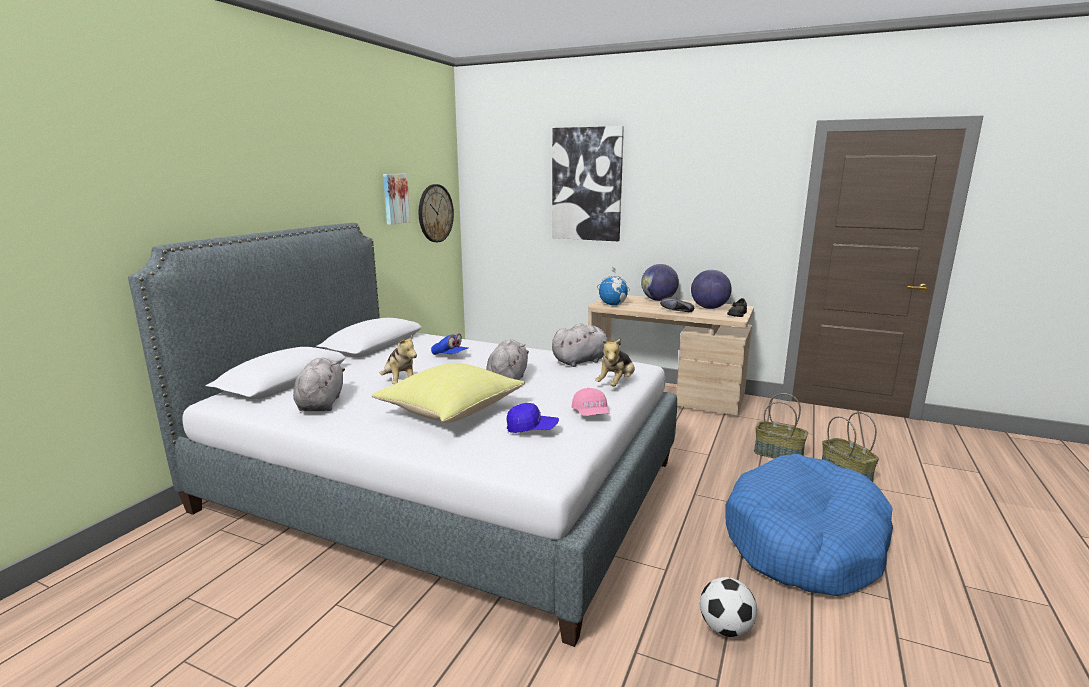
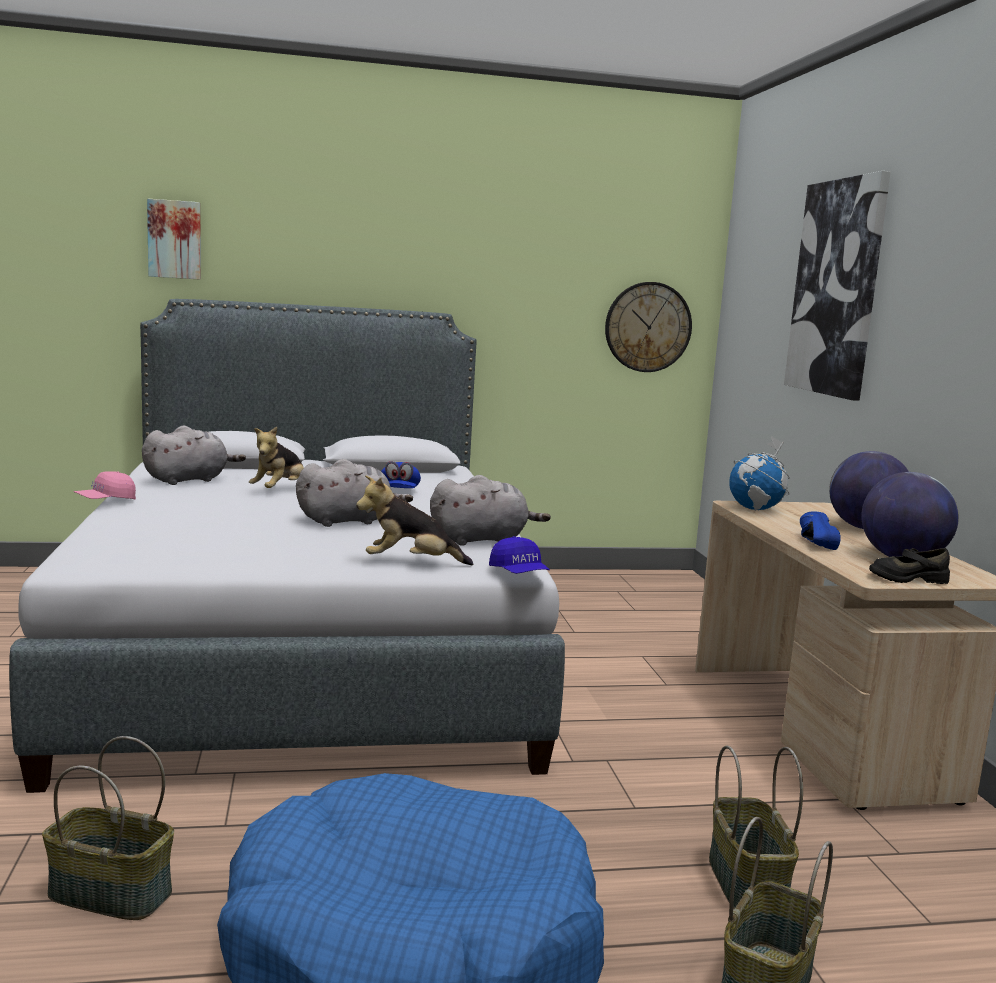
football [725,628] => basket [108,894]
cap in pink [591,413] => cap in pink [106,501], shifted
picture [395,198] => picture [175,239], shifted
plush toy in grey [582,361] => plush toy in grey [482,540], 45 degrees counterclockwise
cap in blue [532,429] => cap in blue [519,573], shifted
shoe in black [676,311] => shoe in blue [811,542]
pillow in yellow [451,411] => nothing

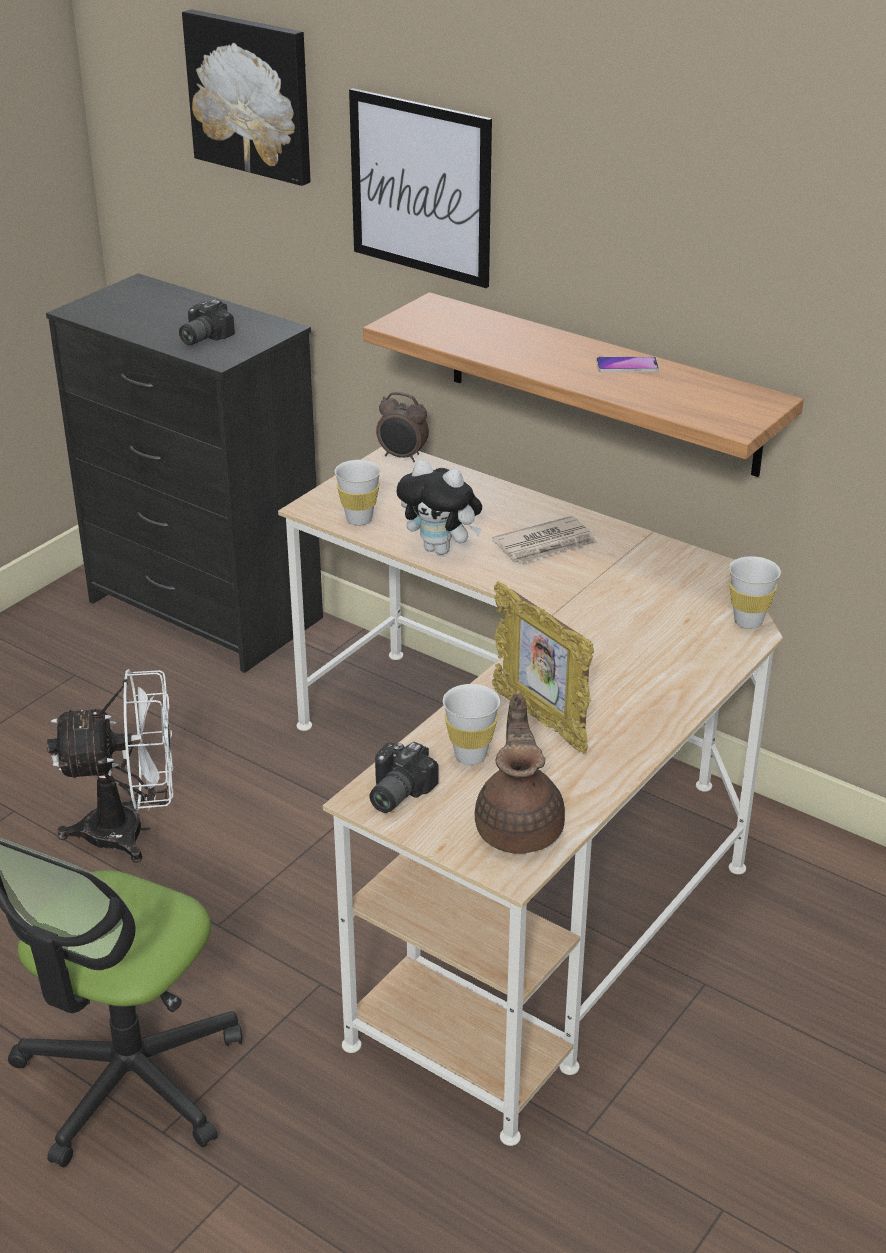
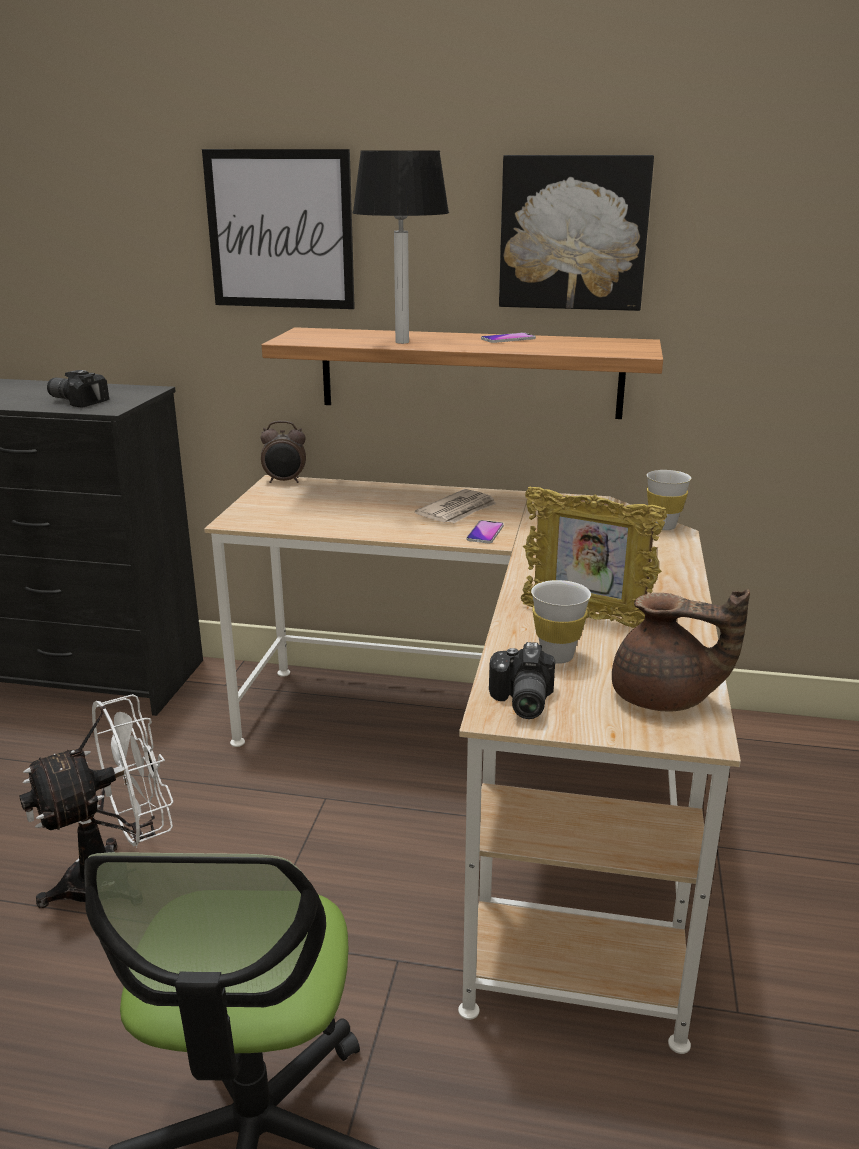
photo camera [201,338] => photo camera [78,401], 105 degrees clockwise
nothing => table lamp [403,342]
nothing => phone [485,533]
picture [252,95] => picture [573,233], shifted
teapot in brown [520,827] => teapot in brown [664,699], 135 degrees clockwise
cup in white [359,520] => nothing
plush toy [441,549] => nothing

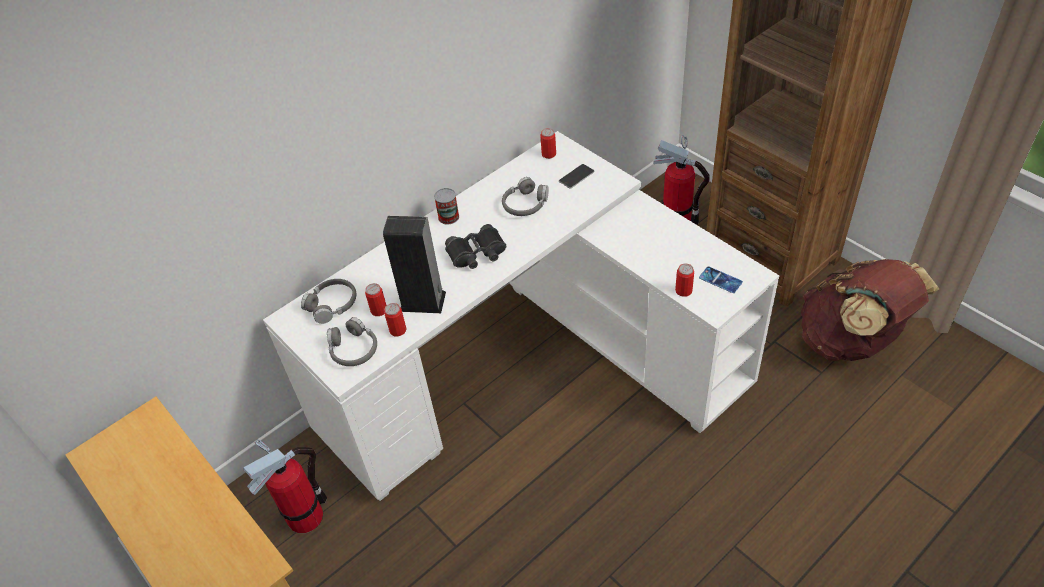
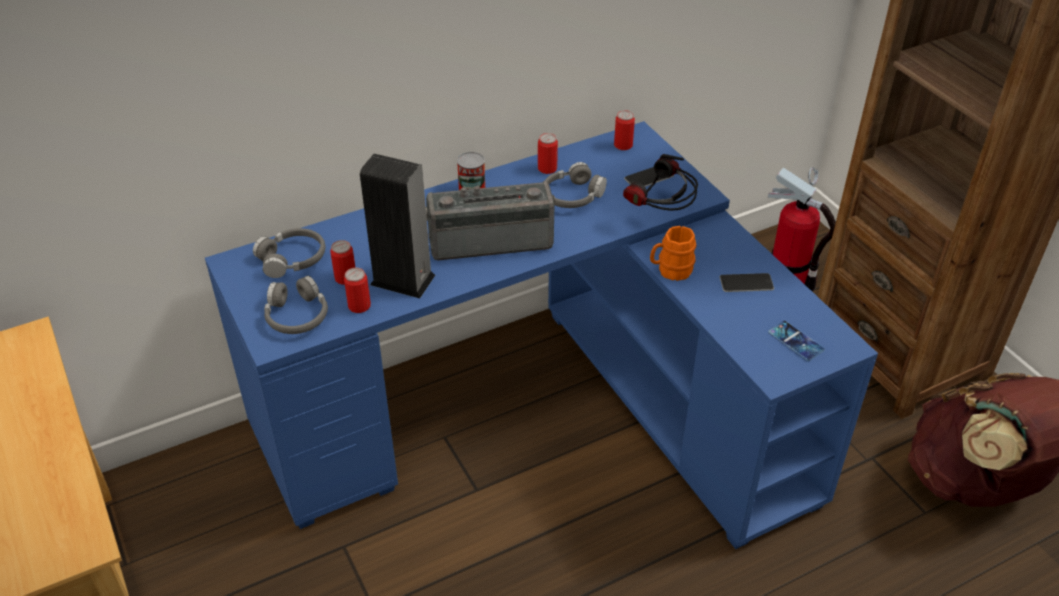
desk in white [531,364] => desk in blue [544,410]
binoculars in black [477,254] => radio [490,240]
can [683,290] => can [547,168], shifted
nothing => headphones [660,217]
nothing => mug in orange [670,270]
nothing => phone [746,283]
fire extinguisher [305,516] => nothing

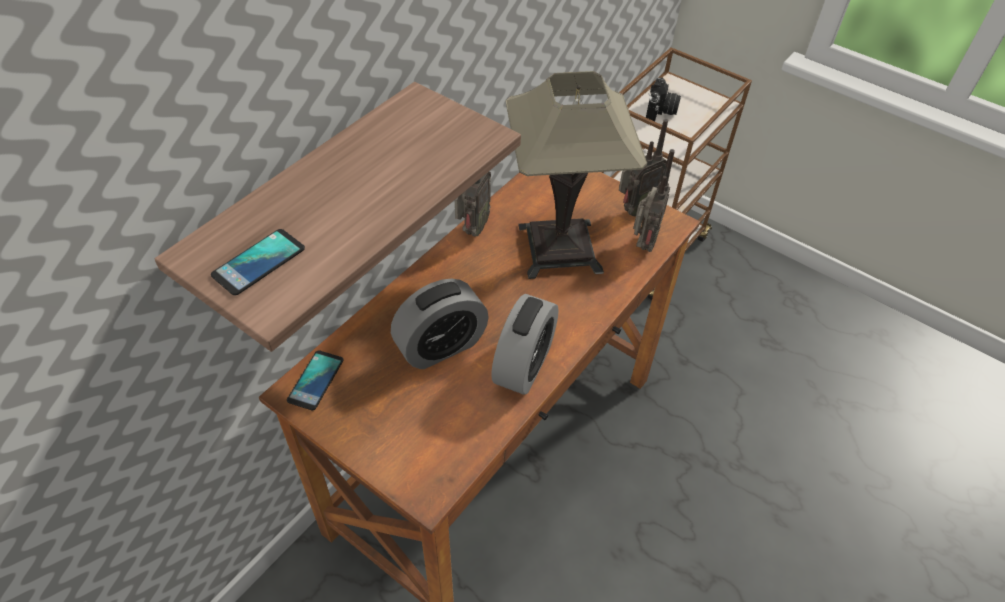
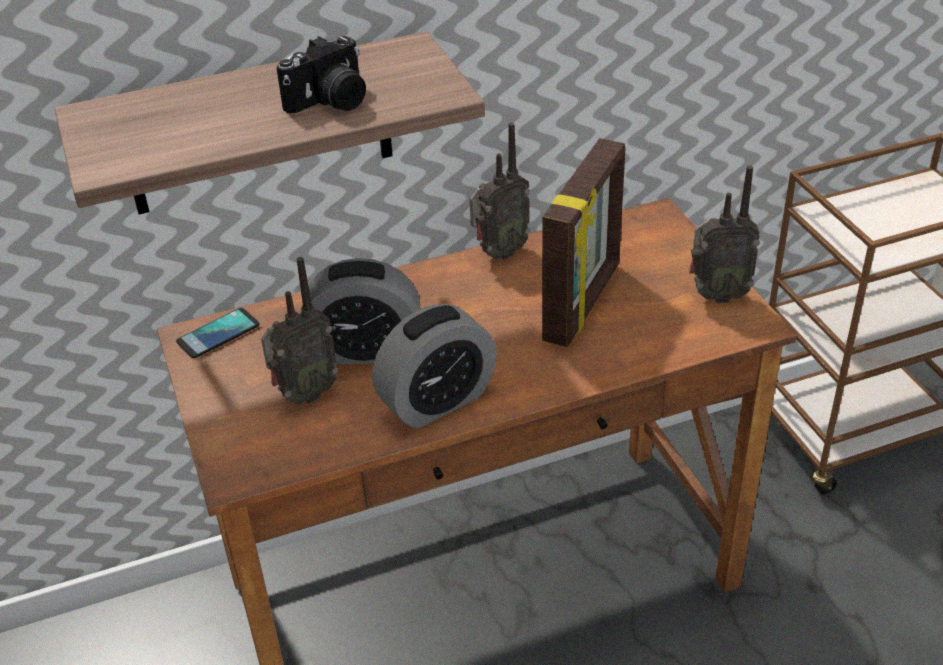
radio [642,245] => radio [304,394], shifted
photo camera [660,112] => photo camera [331,102], shifted
table lamp [559,248] => picture frame [584,303]
phone [259,262] => nothing

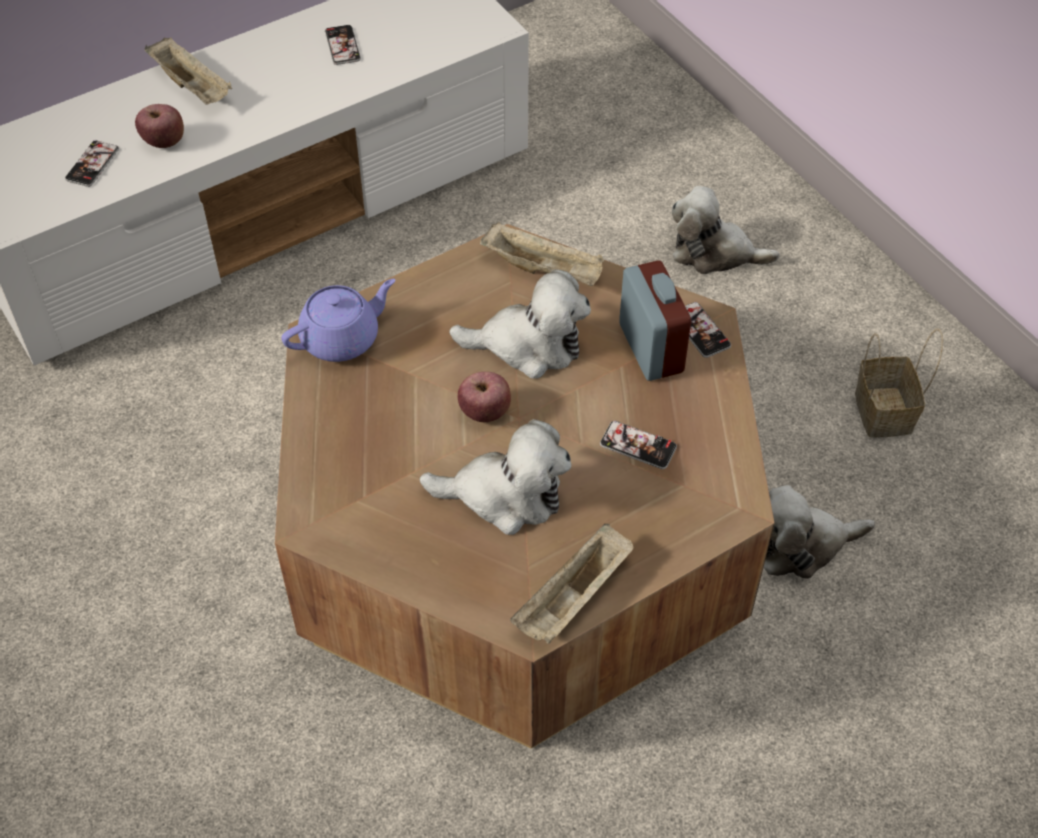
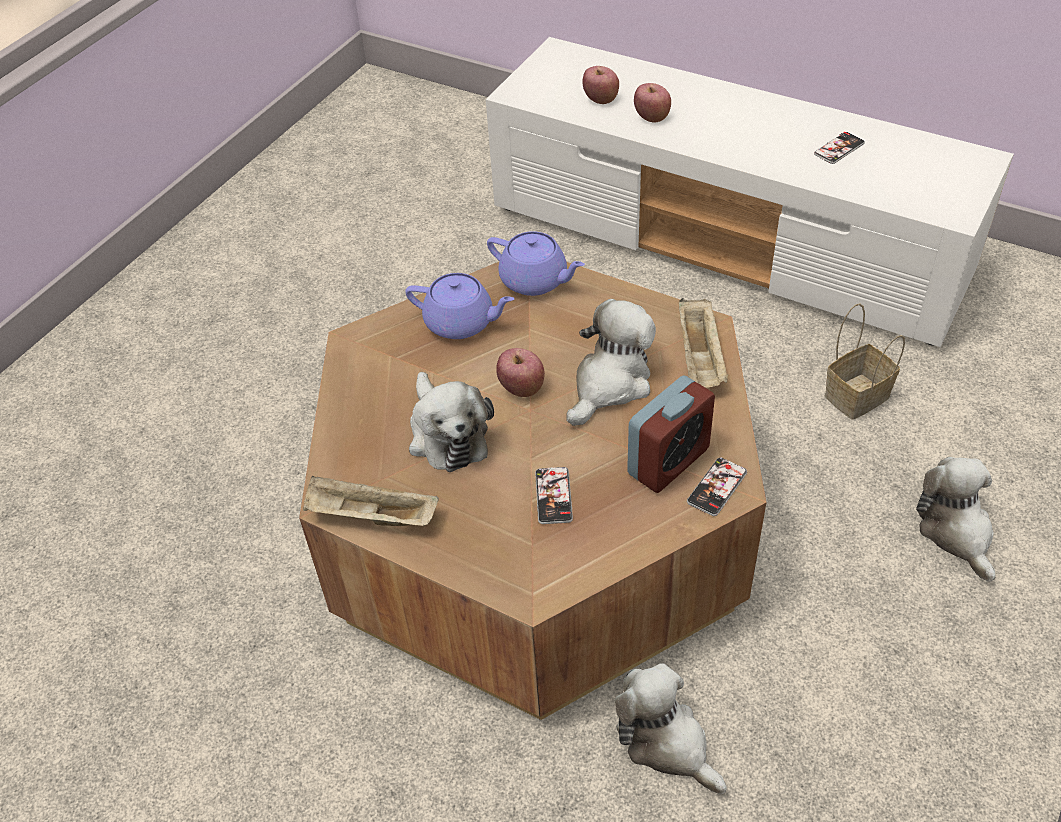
nothing => teapot in purple [461,323]
plush toy [528,345] => plush toy [610,384], 120 degrees counterclockwise
phone [92,164] => apple [600,99]
basket [885,414] => basket [856,398], shifted
tray in beige [193,87] => nothing

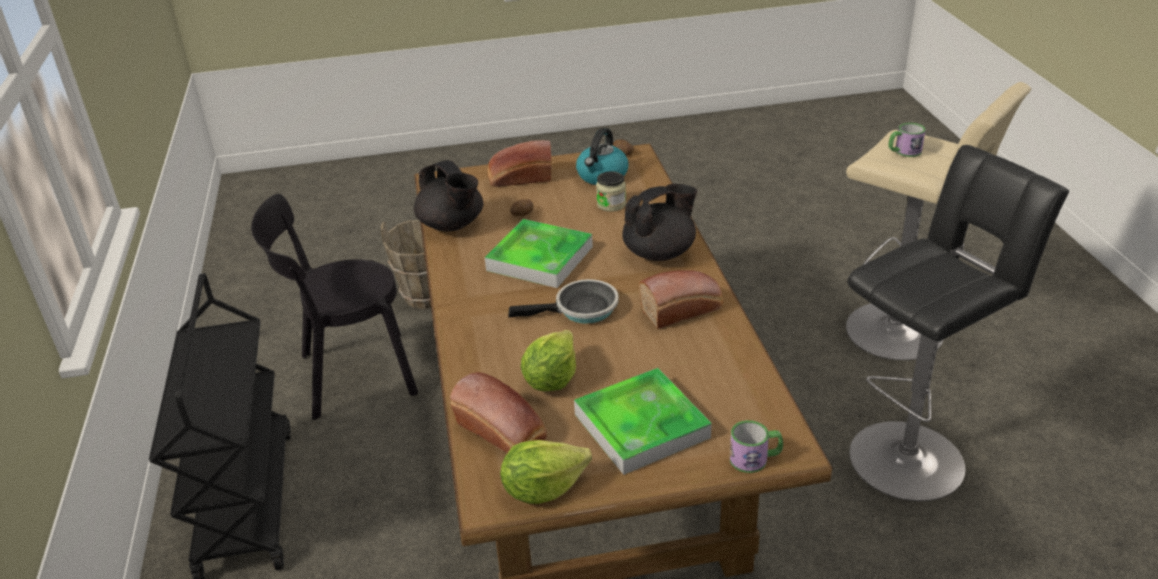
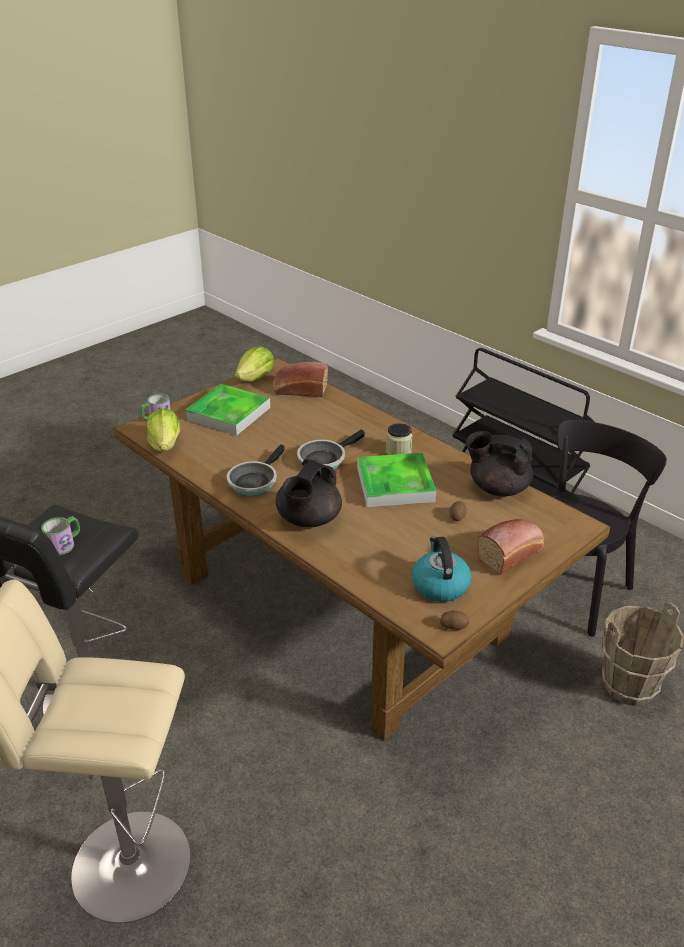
mug [904,151] => mug [64,544], shifted
lettuce [551,379] => lettuce [165,445], shifted
bread [683,309] => frying pan [254,481]
jar [611,204] => jar [398,452], shifted

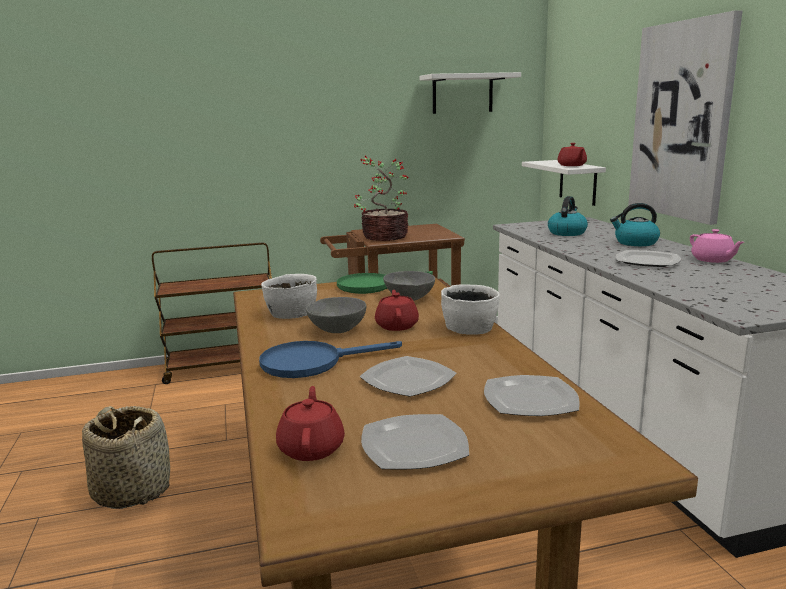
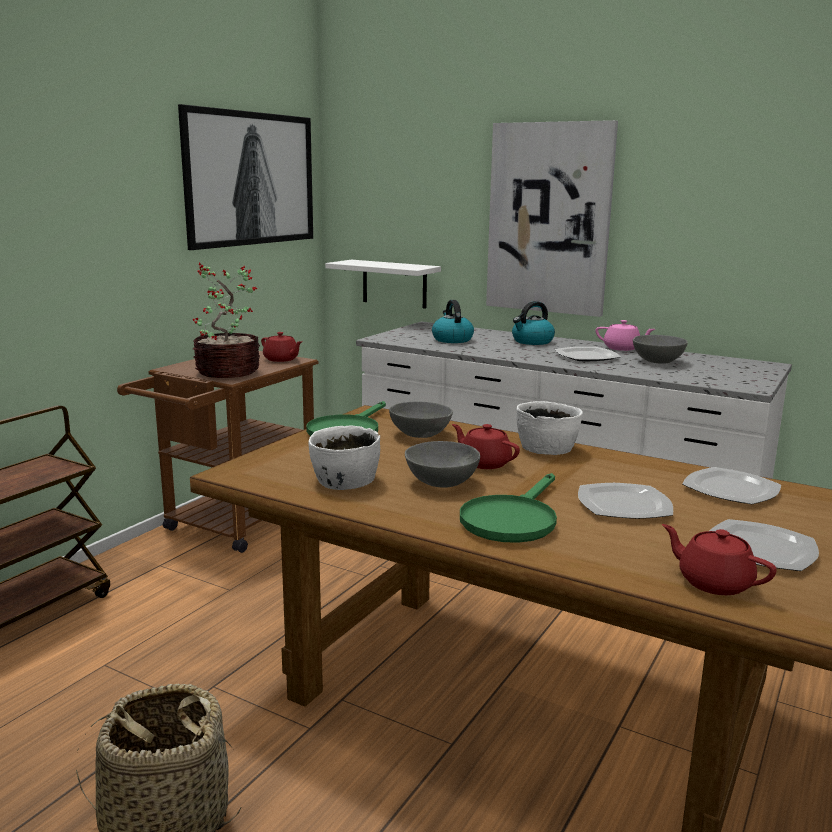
shelf in white [462,94] => picture [251,179]
teapot in red [572,165] => teapot in red [281,359], shifted
frying pan in blue [312,362] => frying pan in green [512,519]
nothing => bowl in grey [657,361]

